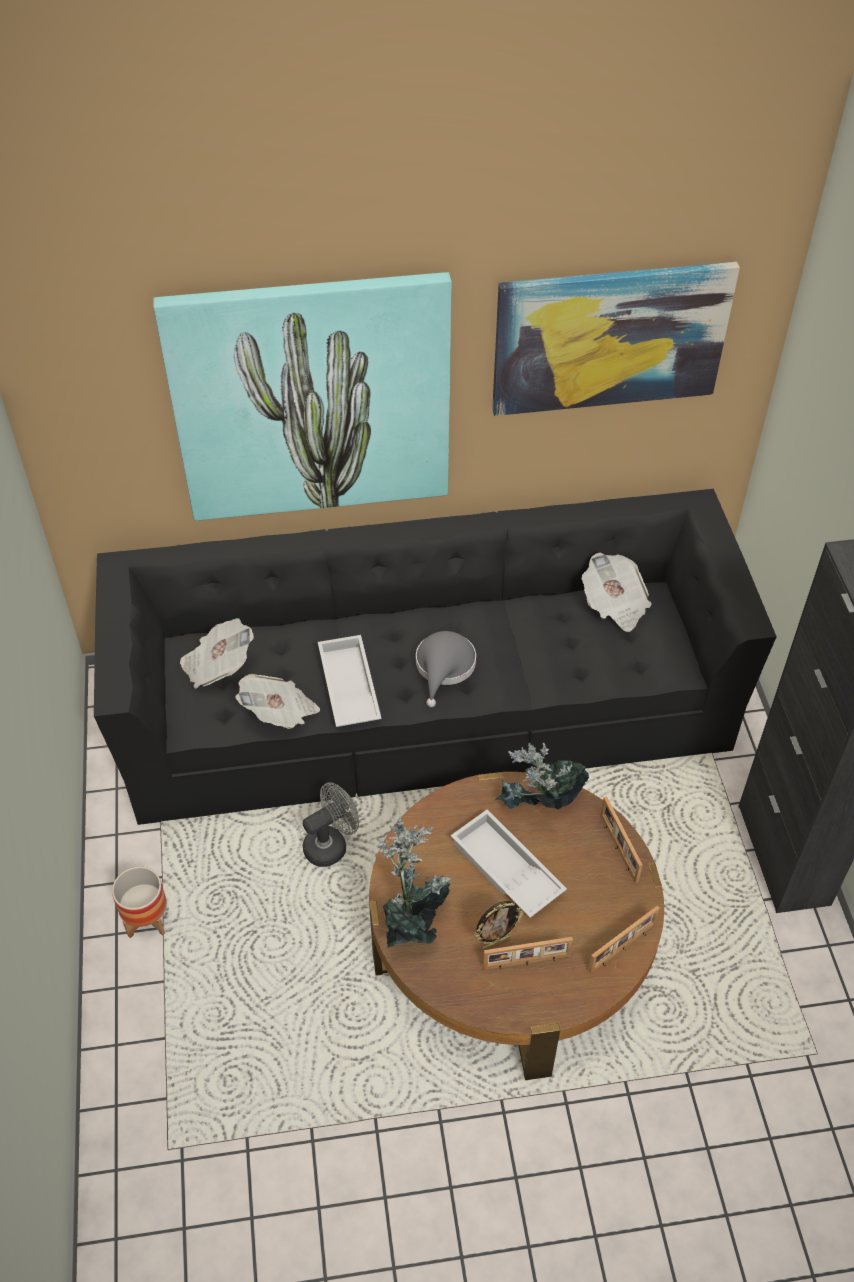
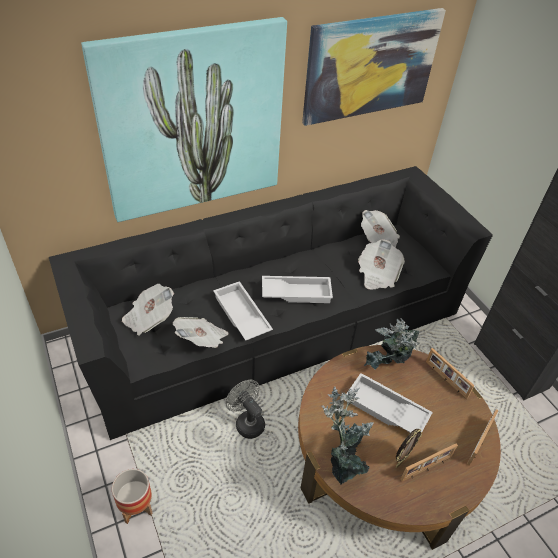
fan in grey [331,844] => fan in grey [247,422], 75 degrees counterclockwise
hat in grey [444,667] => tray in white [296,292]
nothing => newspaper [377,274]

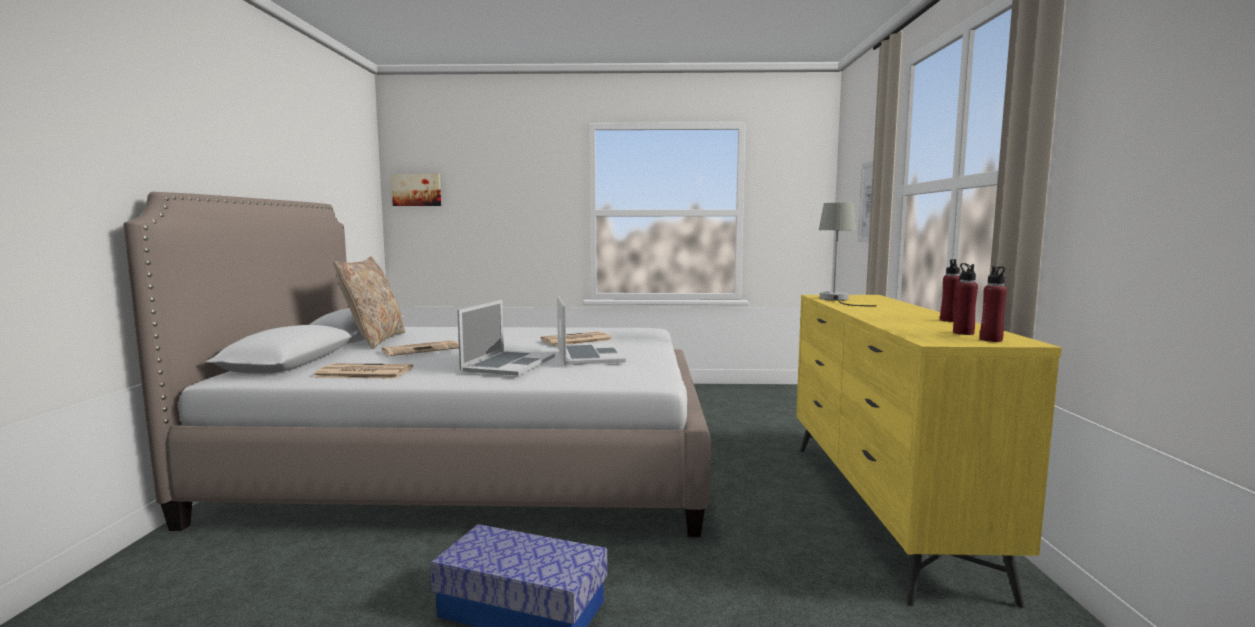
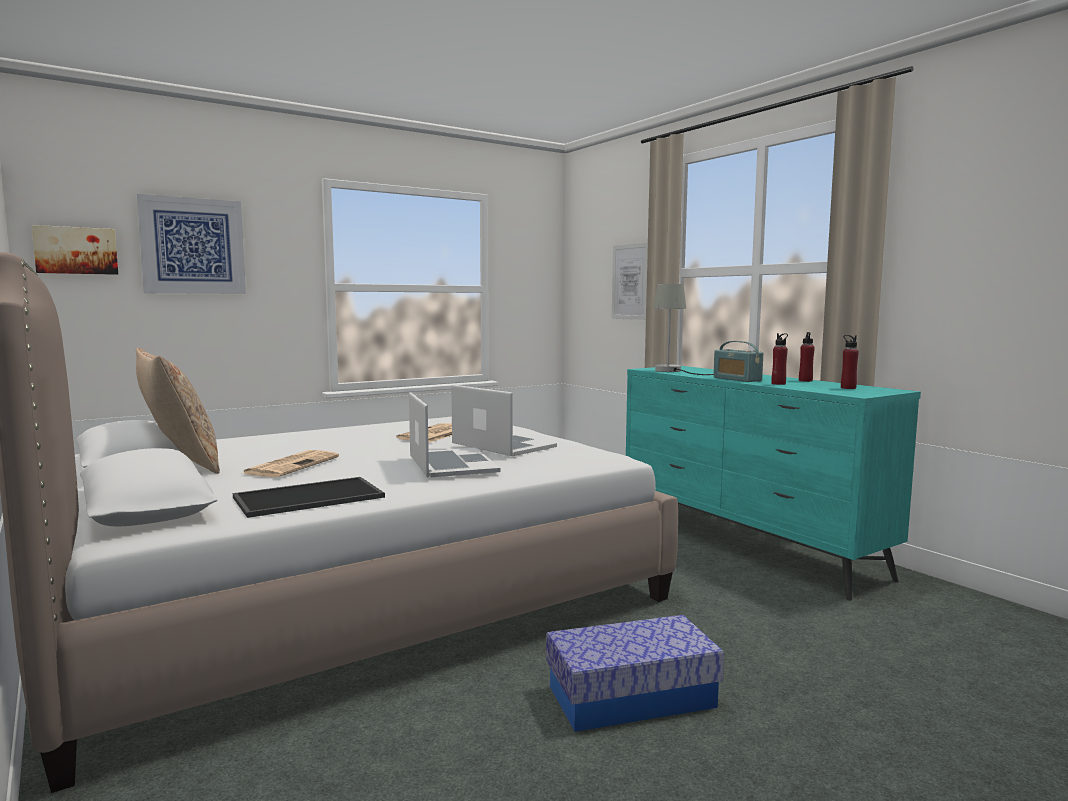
nothing => picture [193,246]
newspaper [362,373] => tray [308,498]
dresser in yellow [882,509] => dresser in turquoise [746,545]
nothing => radio [737,379]
bottle in red [991,340] => bottle in red [778,384], shifted

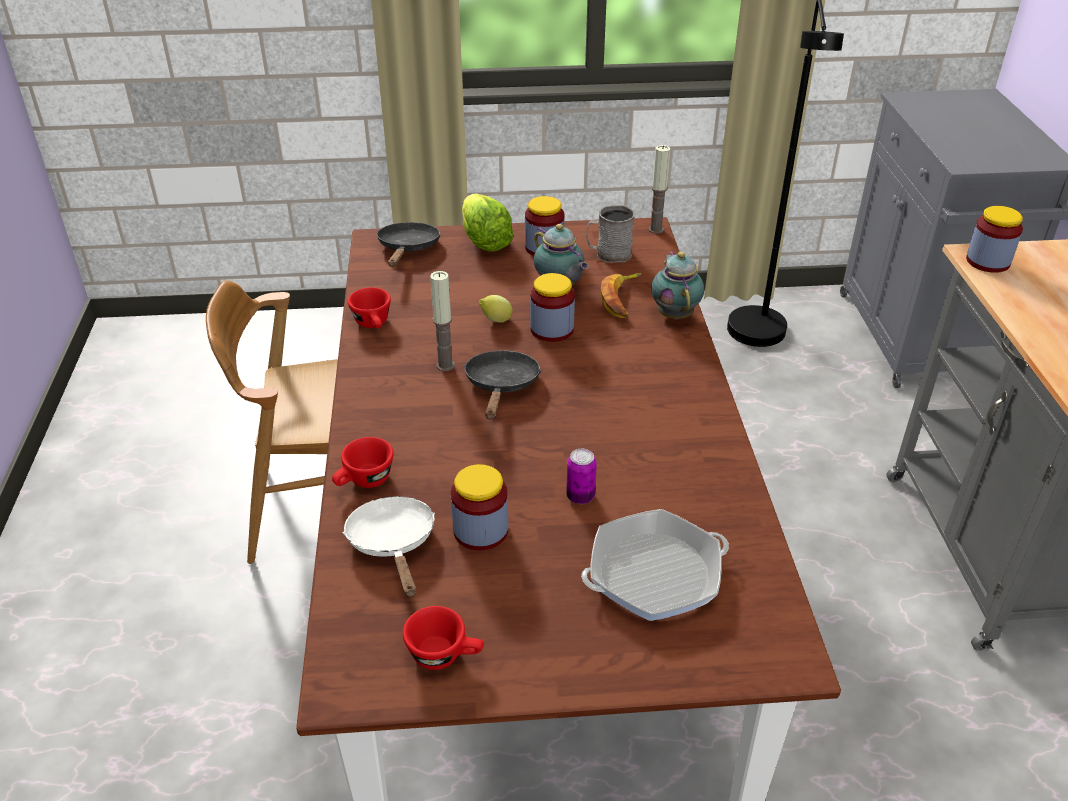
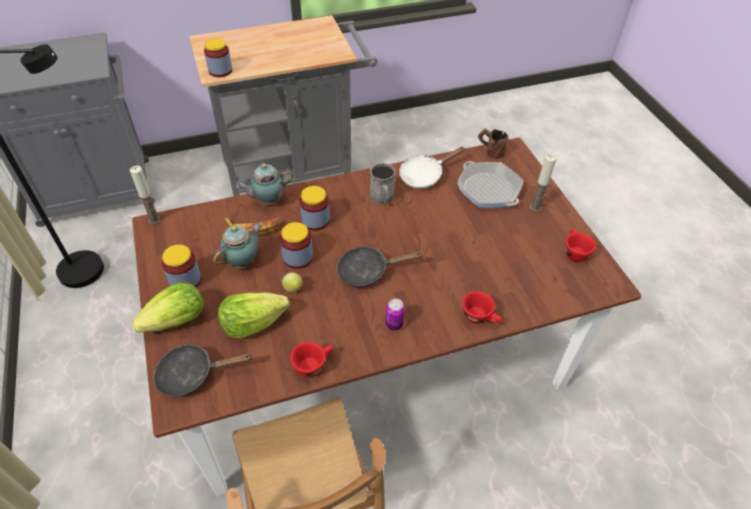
nothing => lettuce [252,323]
jar [480,530] => jar [315,220], shifted
mug in grey [608,254] => mug in grey [382,198], shifted
can [580,496] => can [394,324], shifted
frying pan in white [393,544] => frying pan in white [424,175], shifted
nothing => mug in brown [489,151]
candle [445,365] => candle [535,207], shifted

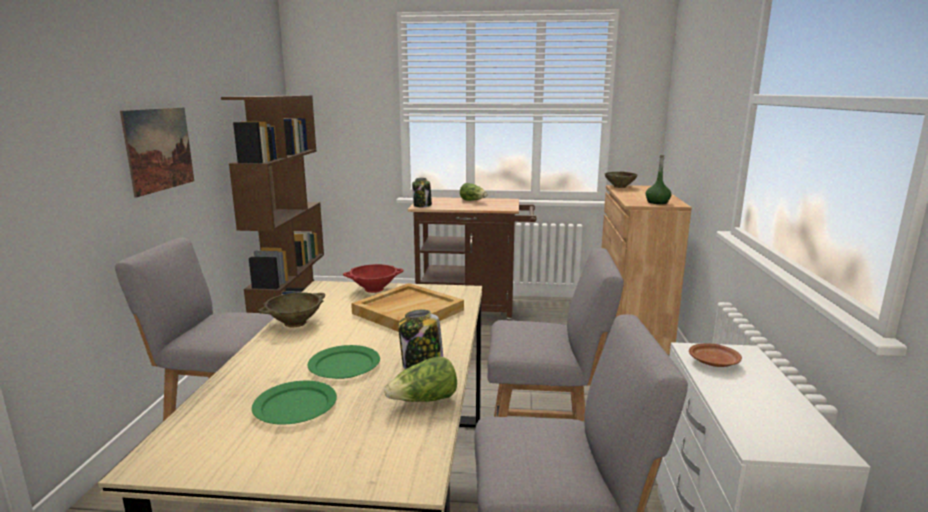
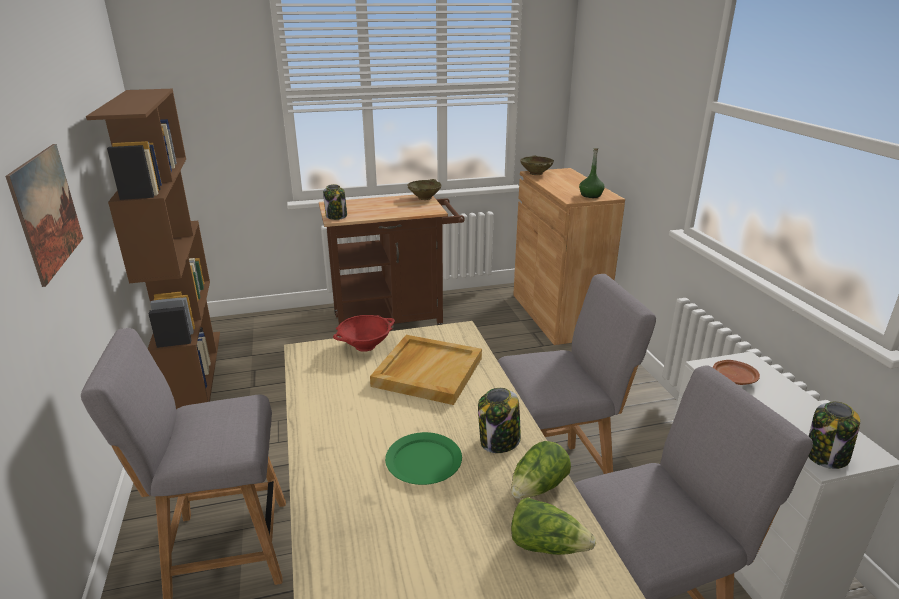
bowl in beige [295,323] => bowl in beige [424,198], shifted
lettuce [473,201] => lettuce [546,545], shifted
nothing => jar [826,456]
plate in green [295,406] => nothing

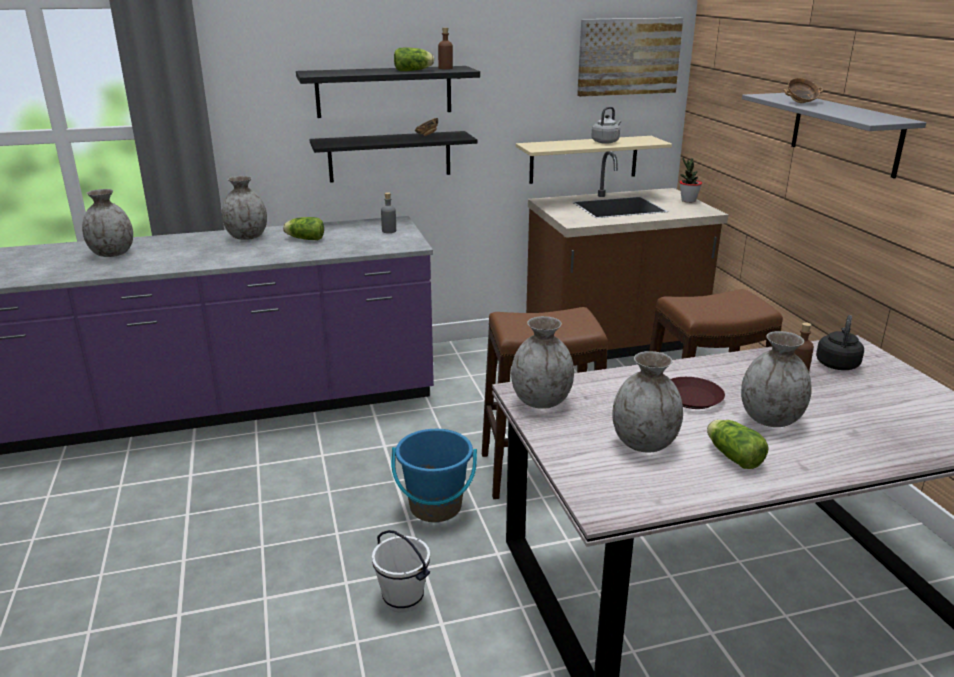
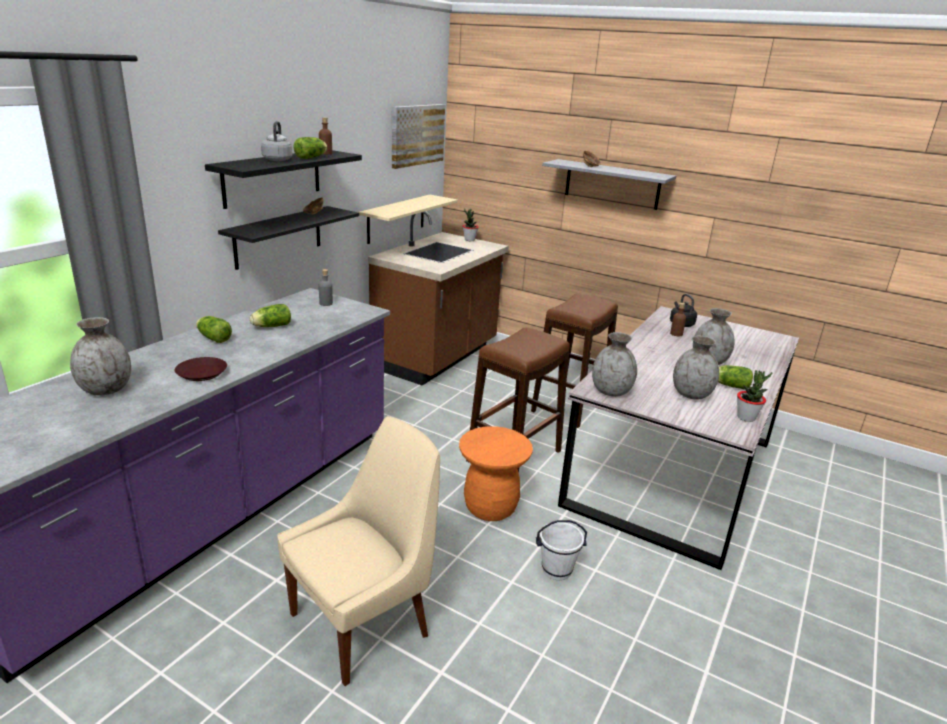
plate in brown [691,398] => plate in brown [201,373], shifted
vase in grey [247,237] => lettuce [213,338]
kettle in grey [606,142] => kettle in grey [278,159], shifted
nothing => chair in beige [364,622]
bucket in blue [435,507] => stool in orange [490,507]
nothing => potted plant [746,417]

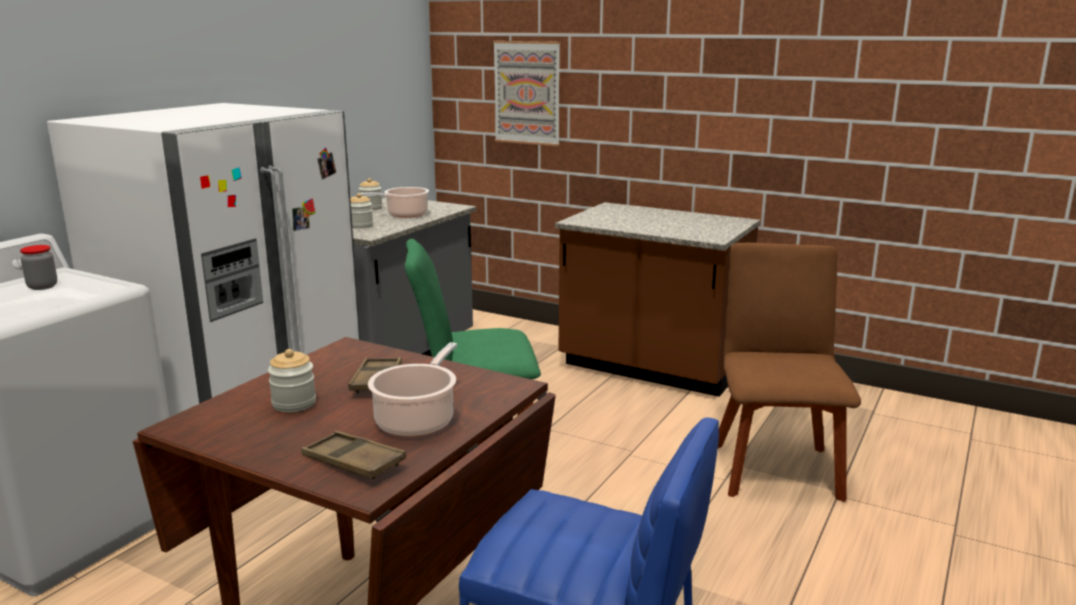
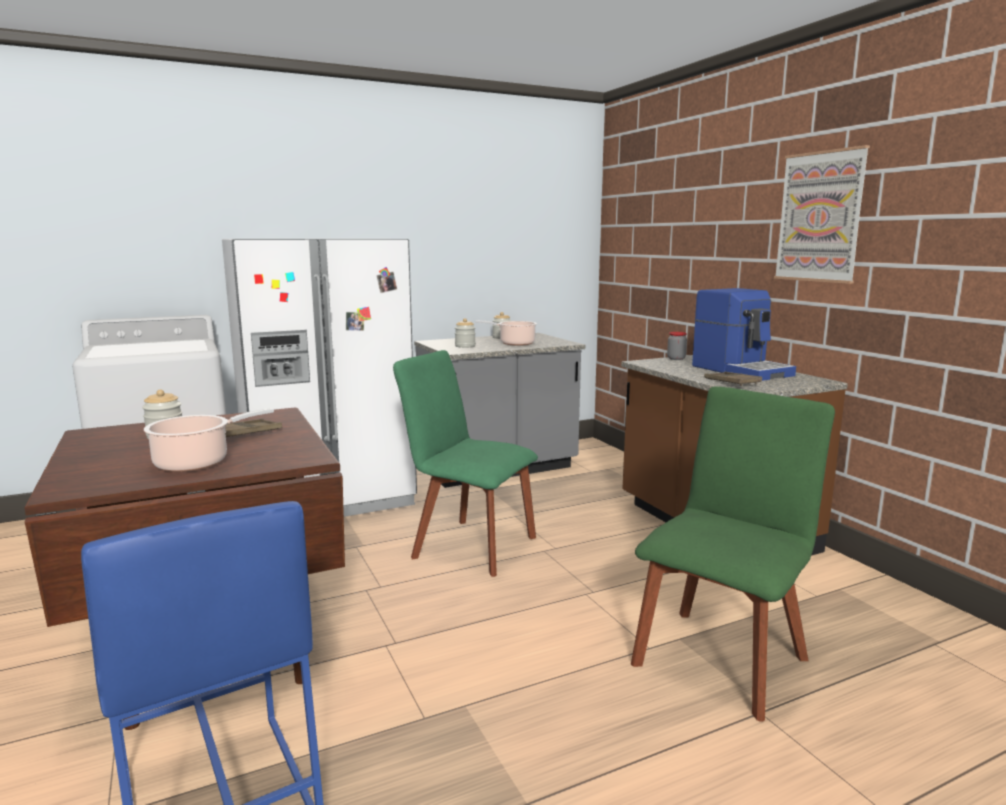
chair in brown [775,467] => chair in green [722,656]
jar [42,287] => jar [676,358], shifted
nothing => coffee machine [741,370]
tray in brown [353,462] => tray in brown [731,382], shifted
picture [527,93] => picture [820,217], shifted

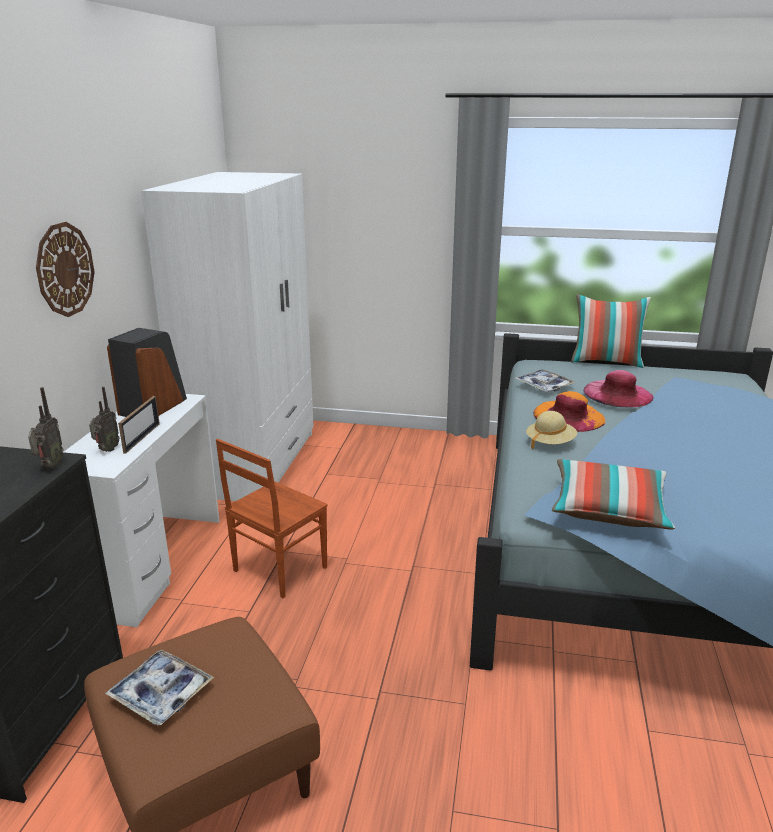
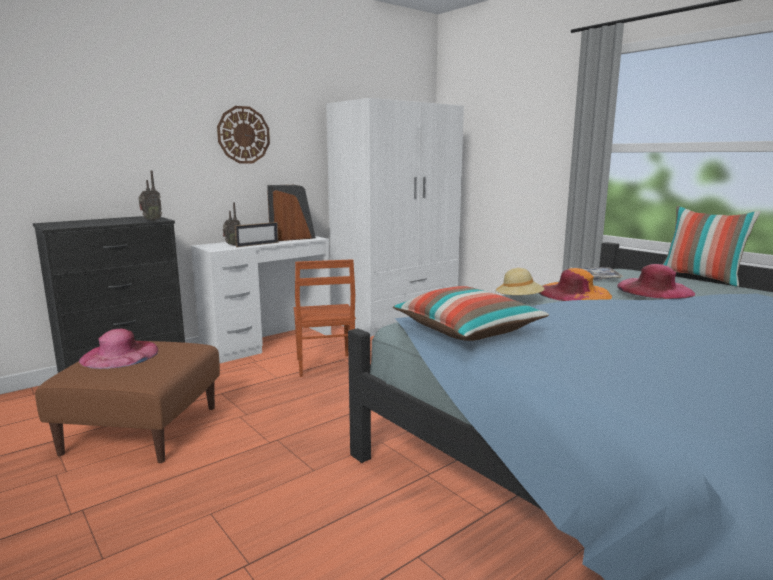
tray [161,693] => hat in pink [120,354]
chair in brown [278,569] => chair in brown [324,366], 90 degrees counterclockwise

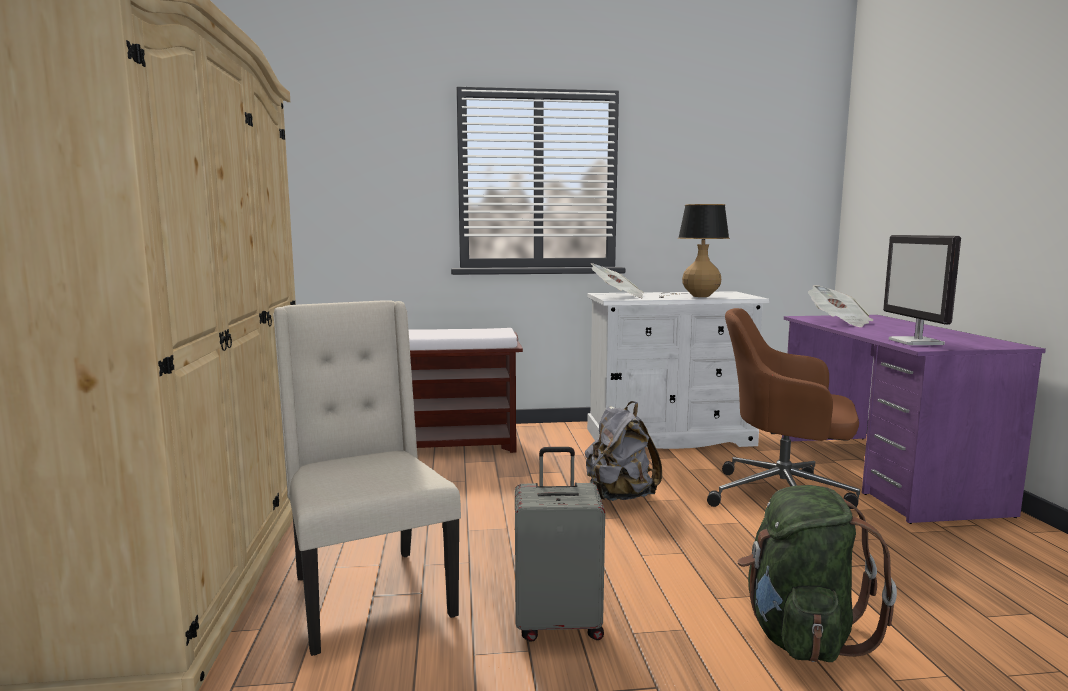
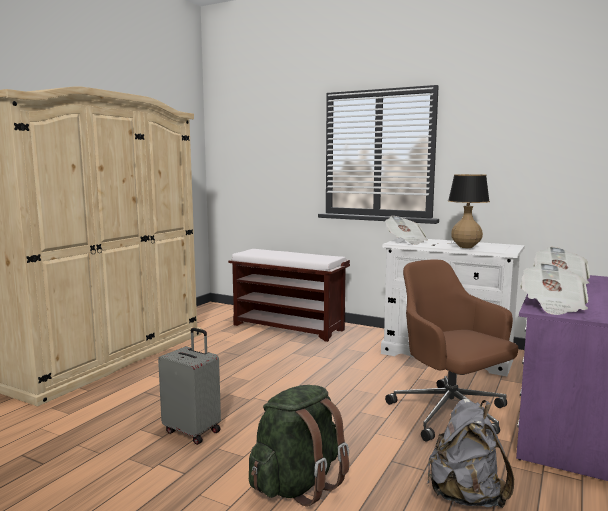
backpack in grey [619,496] => backpack in grey [466,496], shifted
monitor [916,342] => newspaper [552,306]
chair in beige [368,595] => nothing

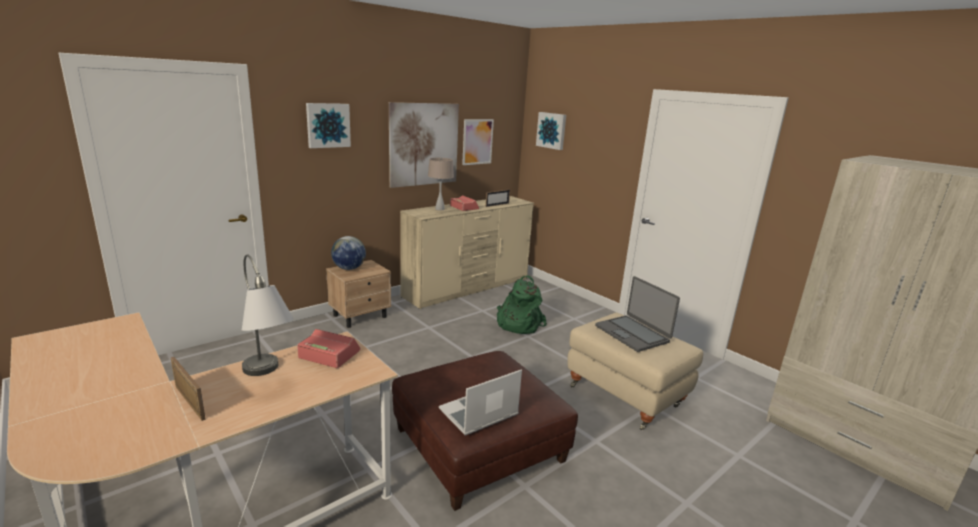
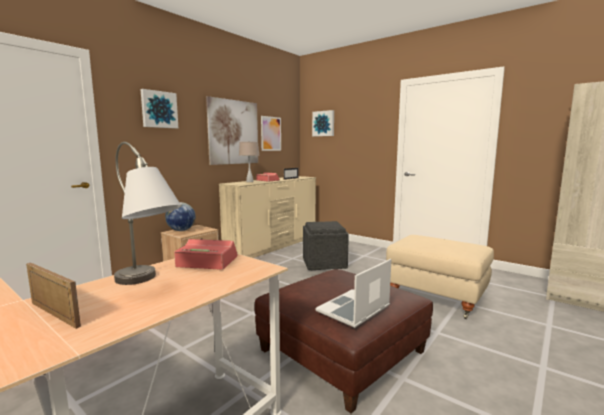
backpack in green [518,324] => ottoman in grey [324,263]
laptop [632,334] => nothing

